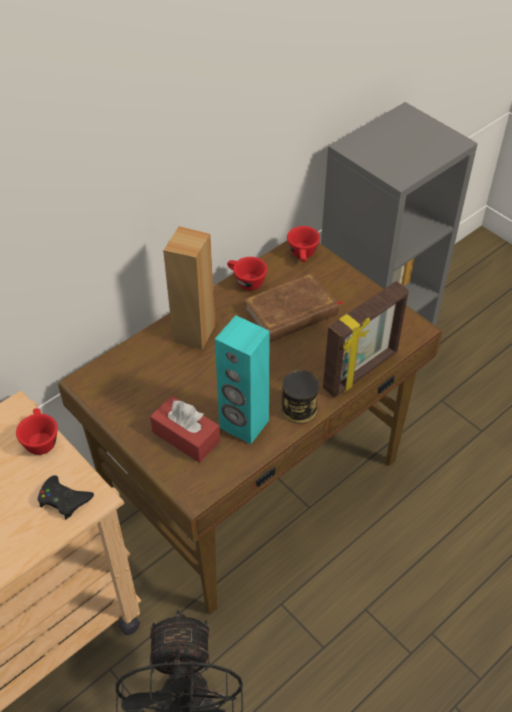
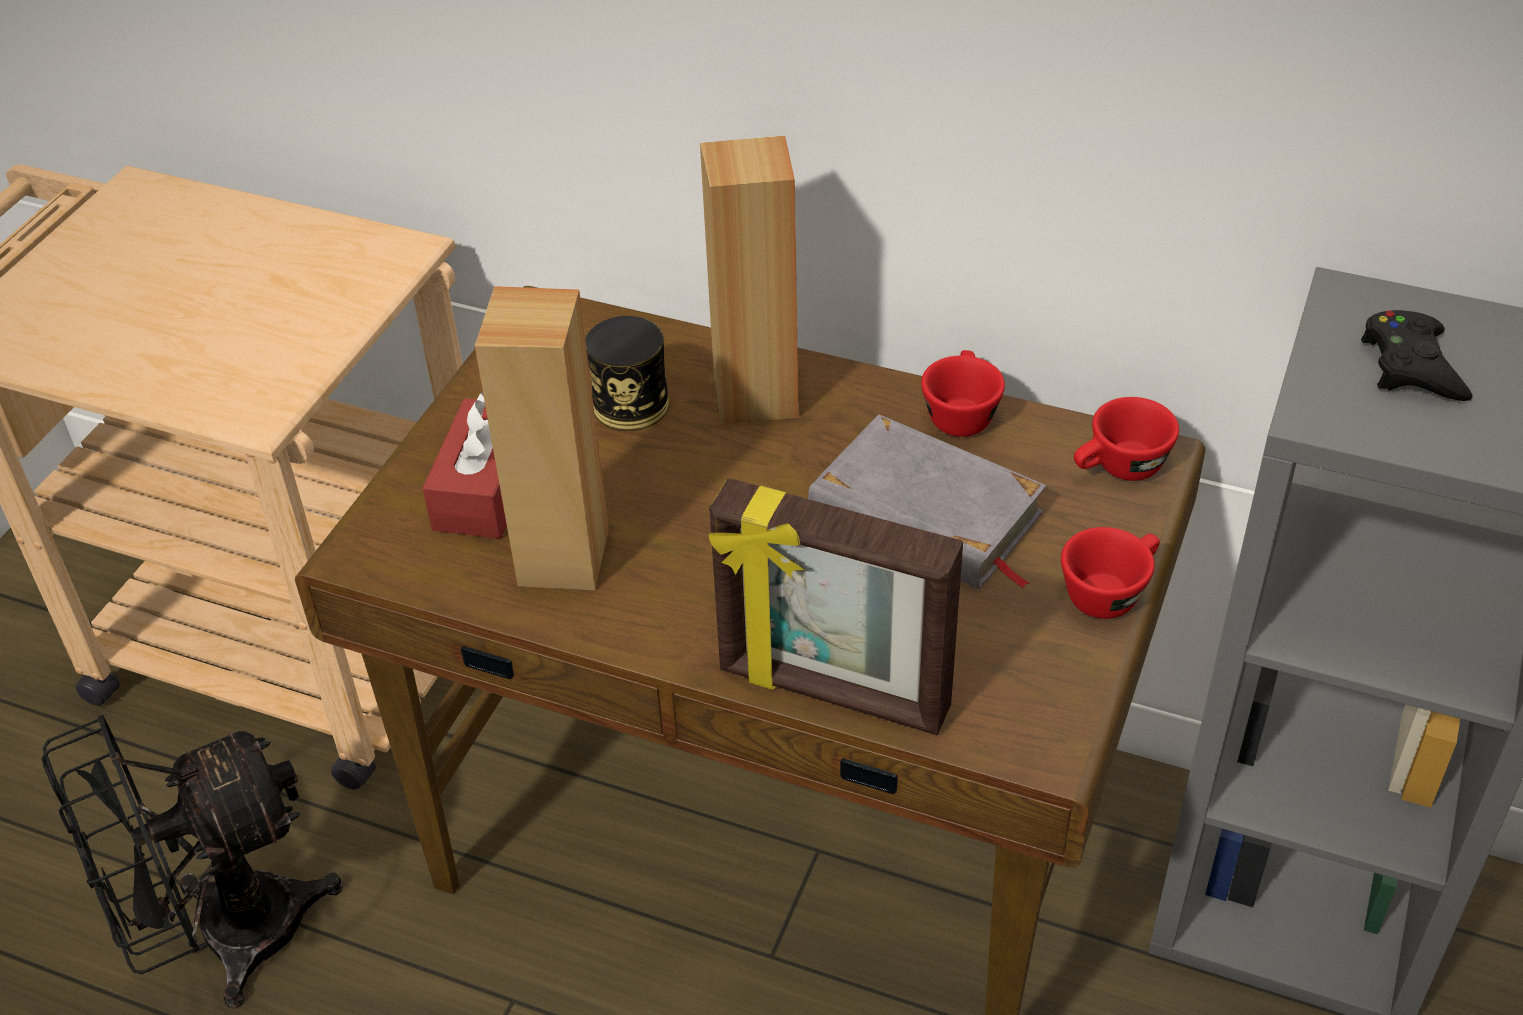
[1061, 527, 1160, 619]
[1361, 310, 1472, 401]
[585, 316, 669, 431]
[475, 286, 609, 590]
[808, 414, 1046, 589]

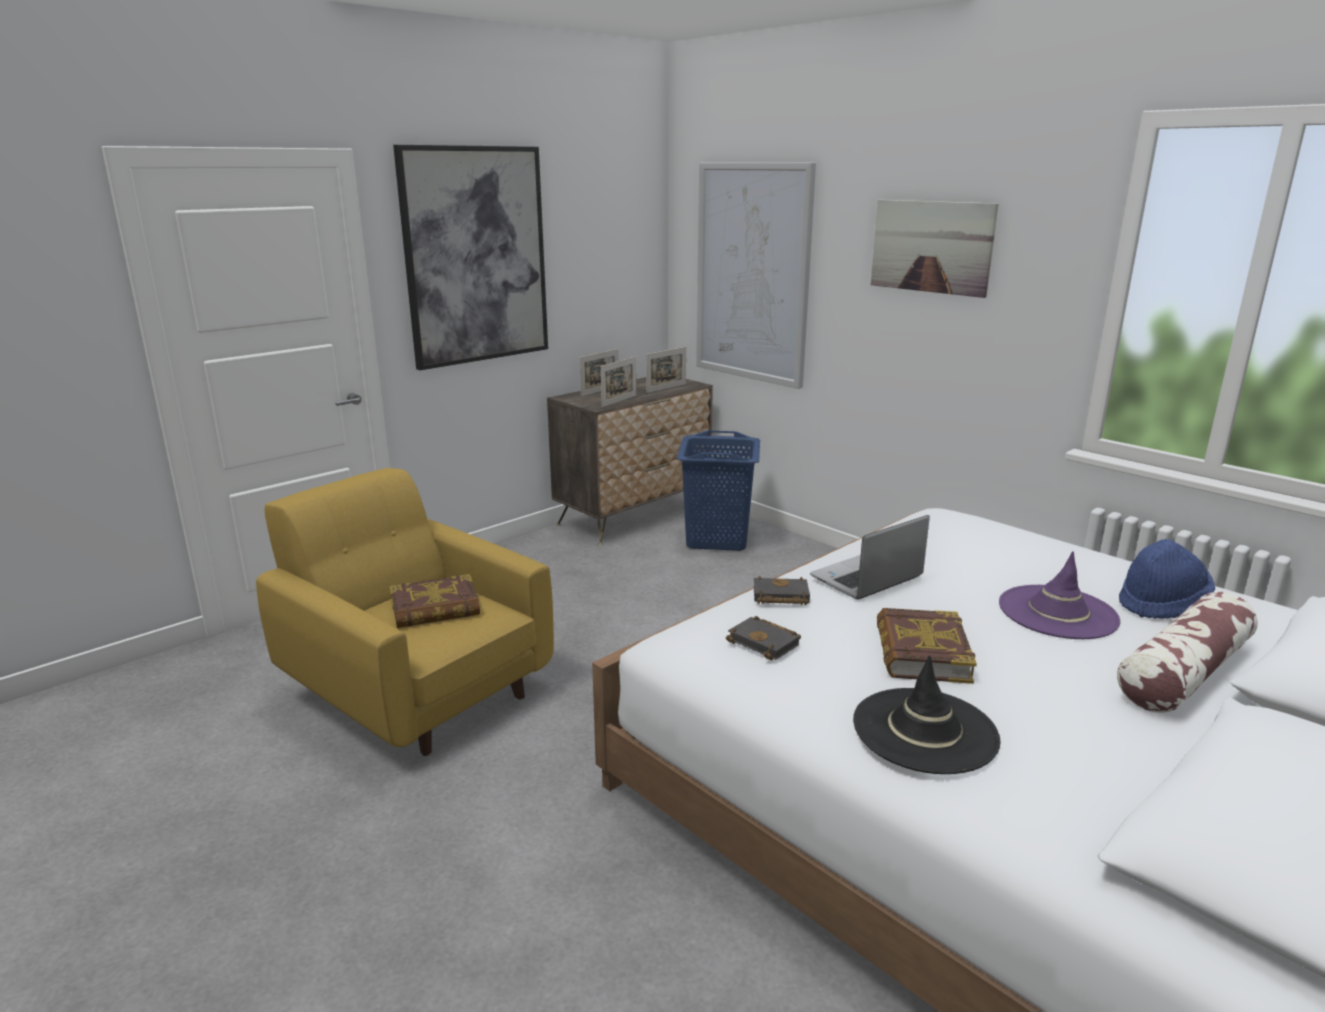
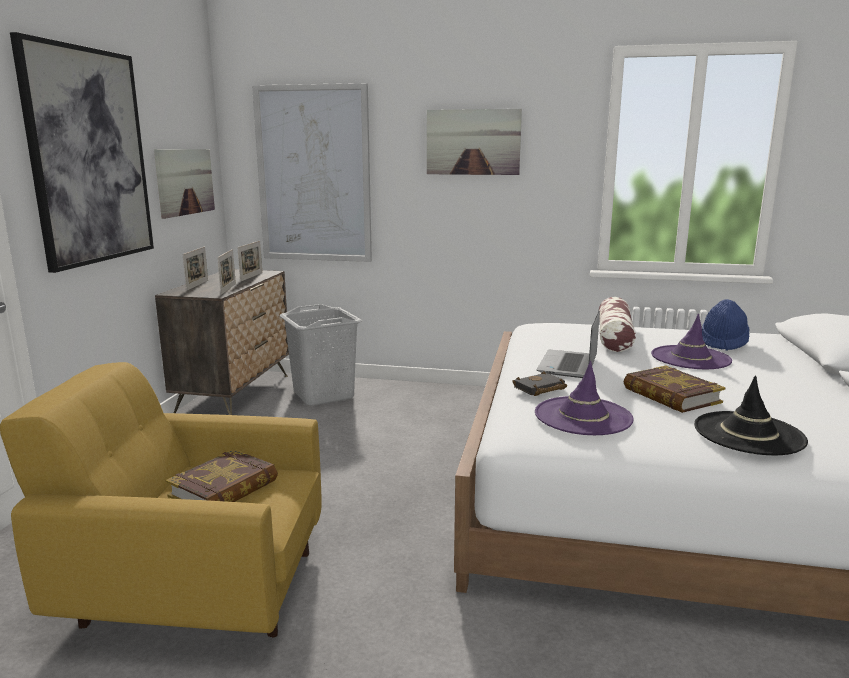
[154, 149, 215, 219]
[599, 297, 636, 352]
[535, 361, 634, 435]
[279, 304, 362, 406]

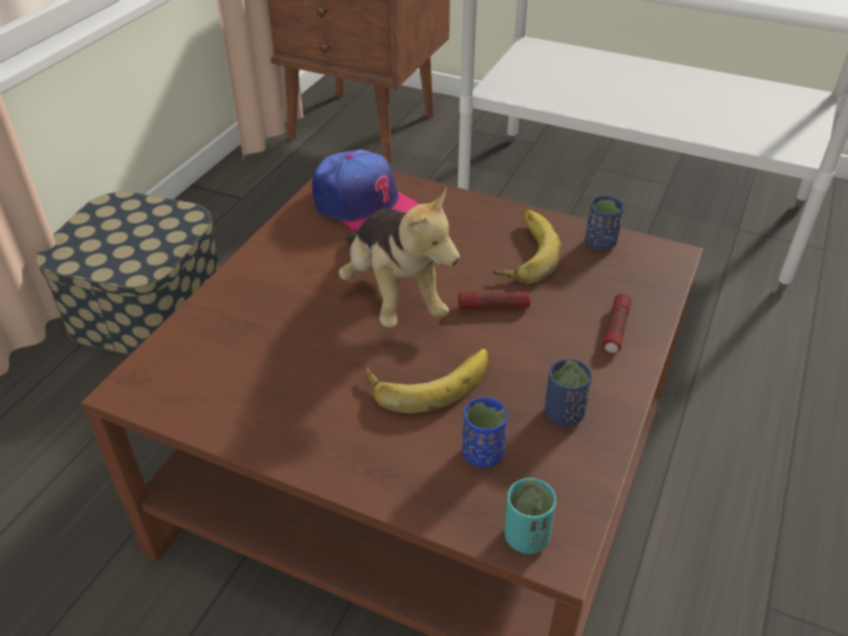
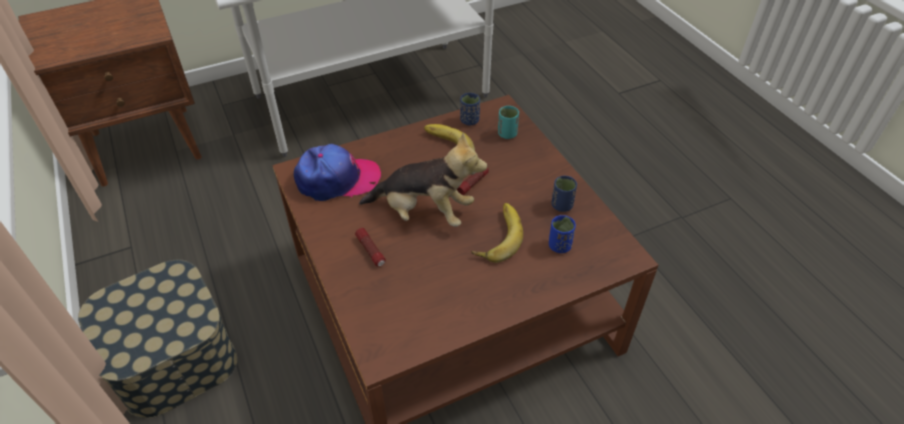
[498, 106, 519, 139]
[355, 228, 386, 267]

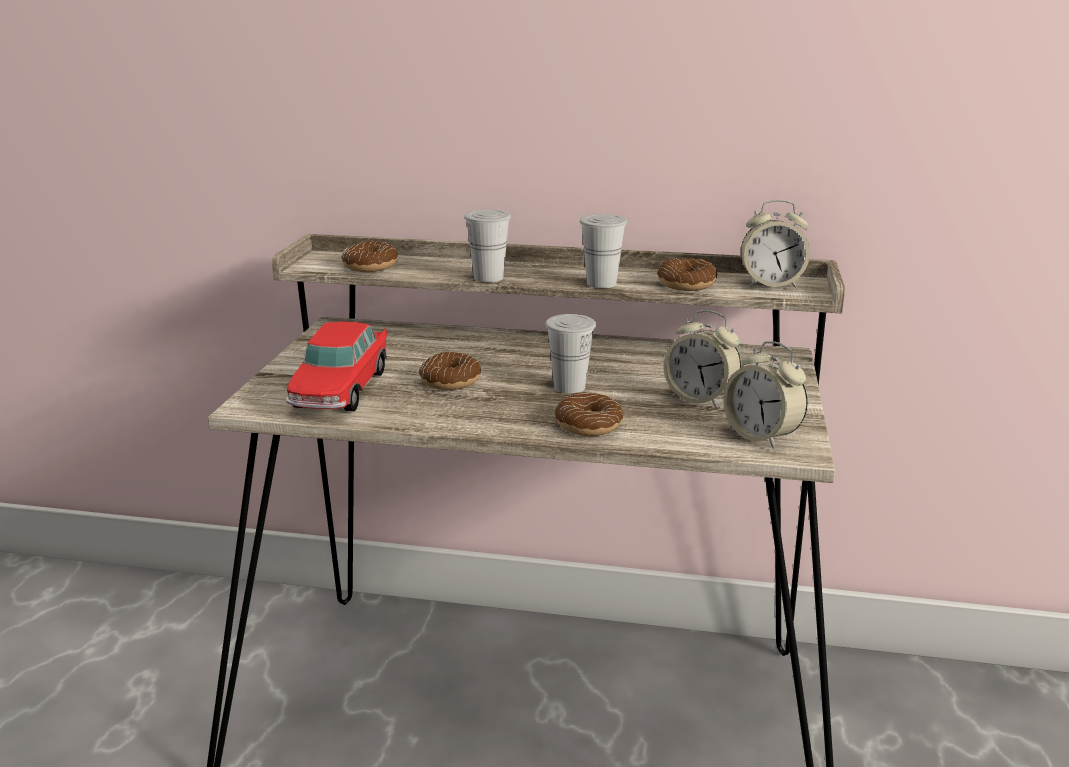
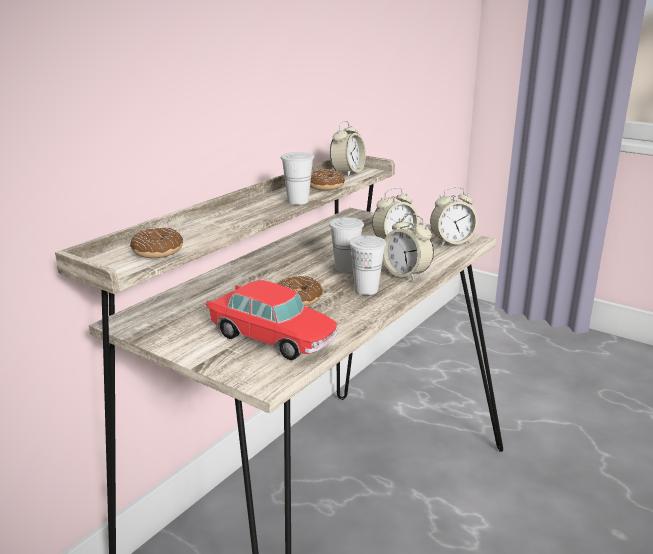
[349, 236, 387, 295]
[383, 213, 434, 281]

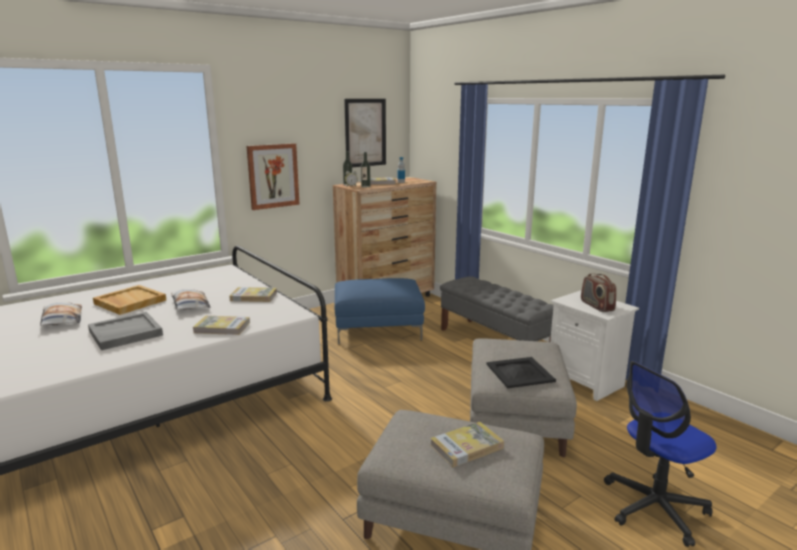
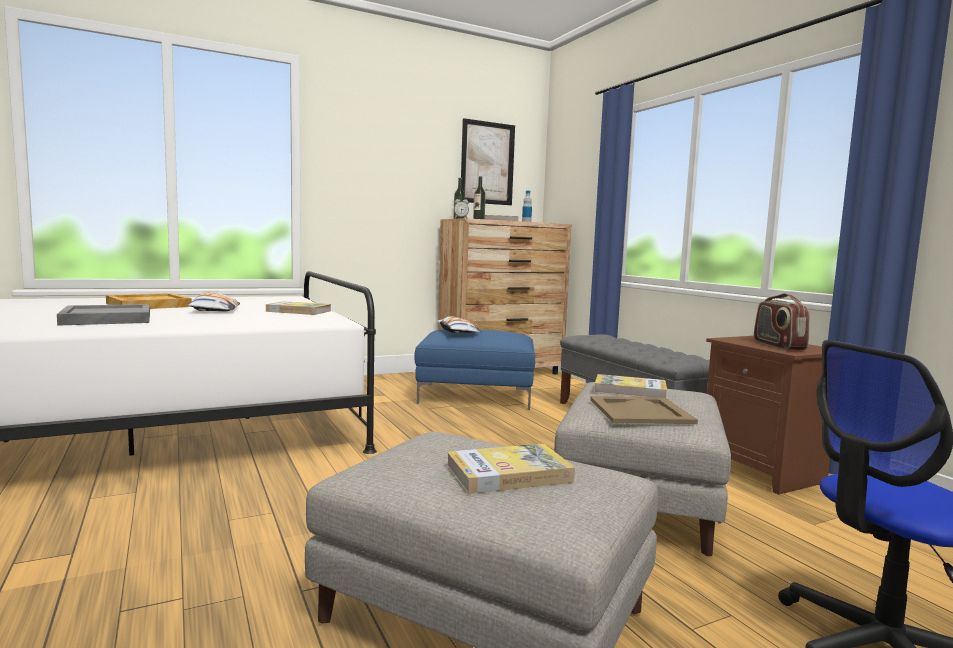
[246, 143, 300, 210] (first image)
[436, 317, 482, 333]
[594, 374, 667, 398]
[590, 396, 698, 424]
[706, 336, 830, 495]

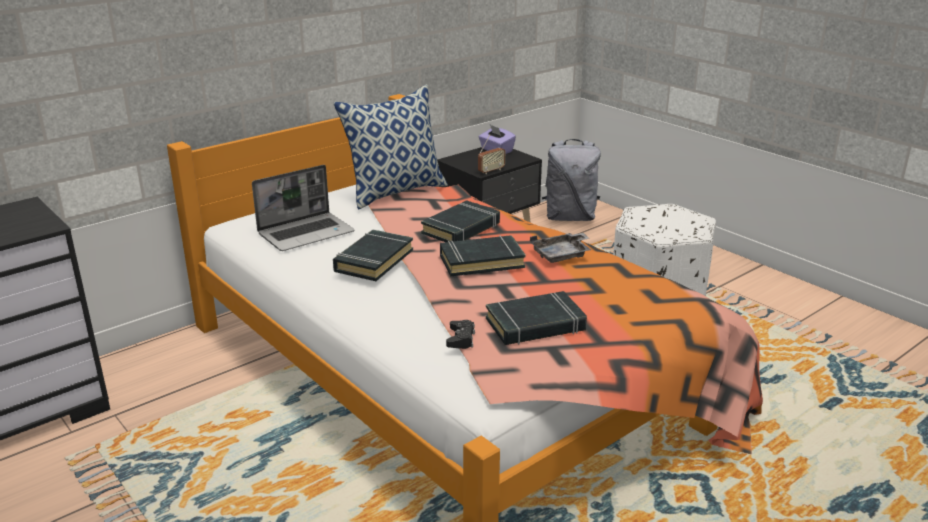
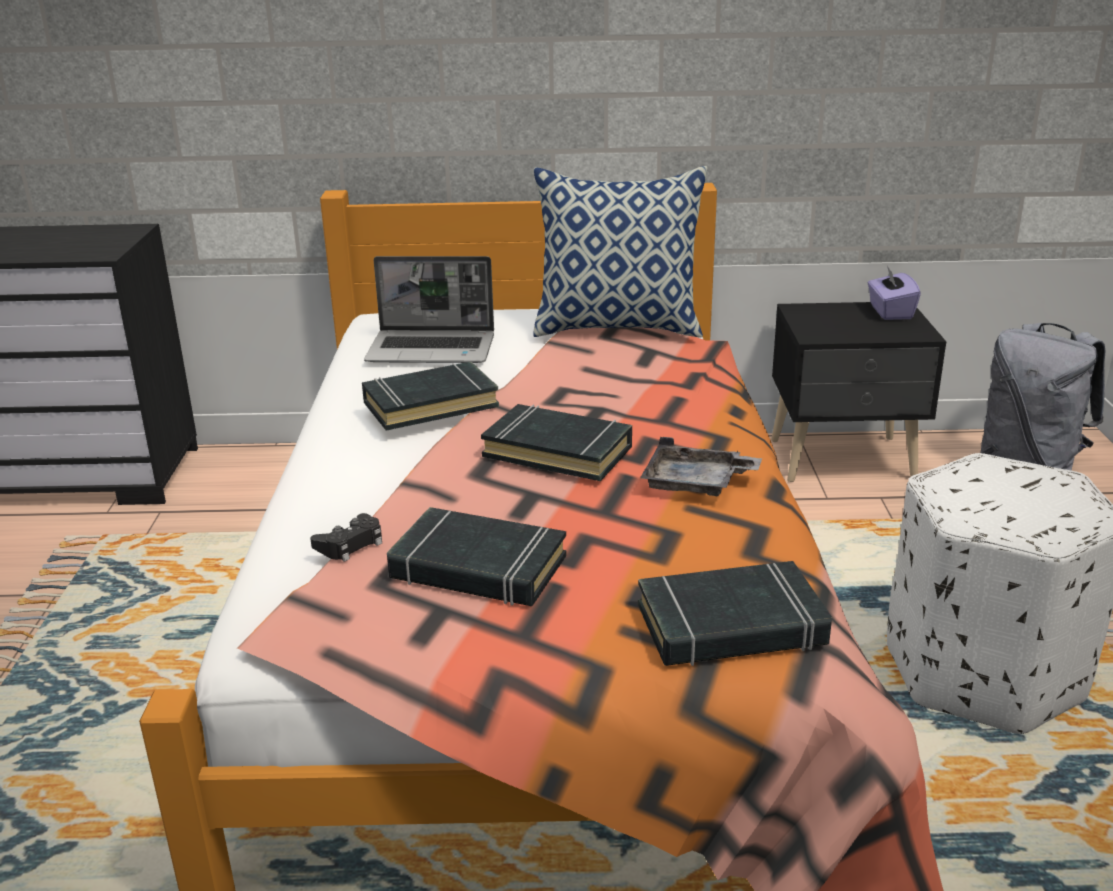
[478, 135, 505, 174] (first image)
[638, 561, 832, 666]

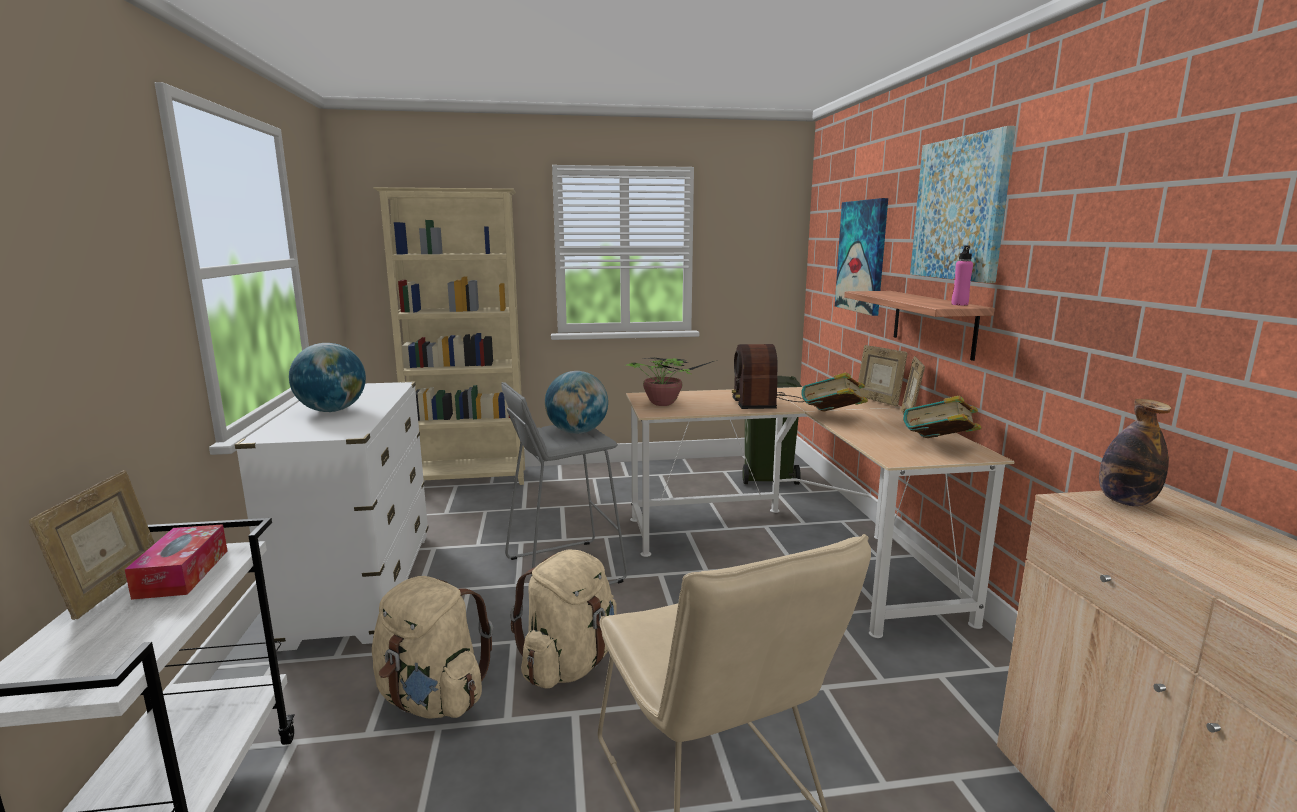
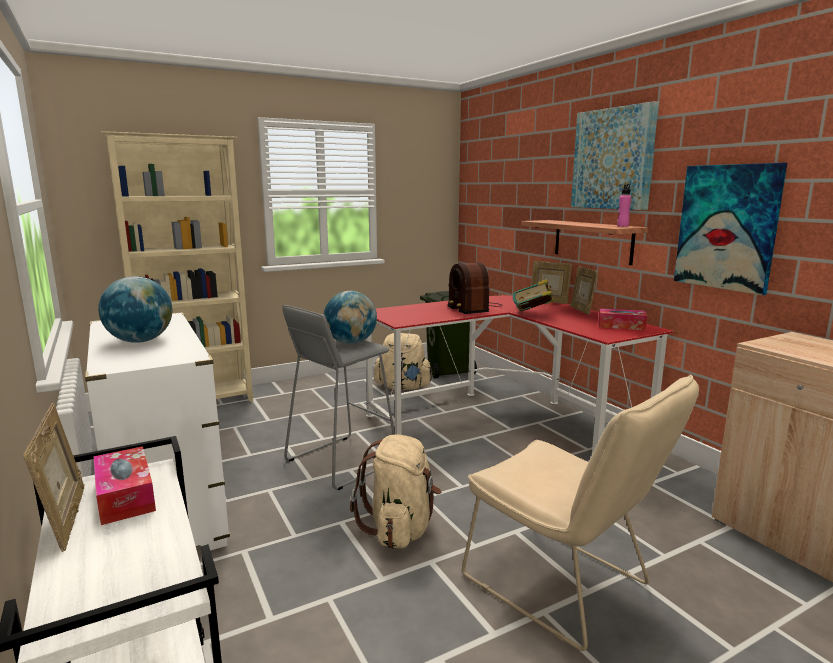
[626, 357, 717, 406] (first image)
[1099, 399, 1171, 506] (first image)
[374, 333, 433, 390]
[674, 163, 787, 295]
[598, 308, 647, 331]
[365, 296, 674, 454]

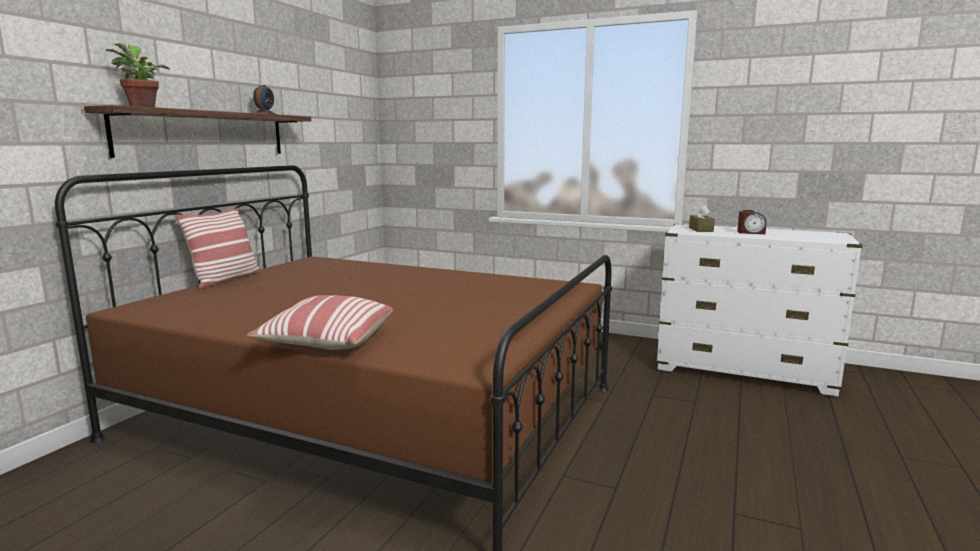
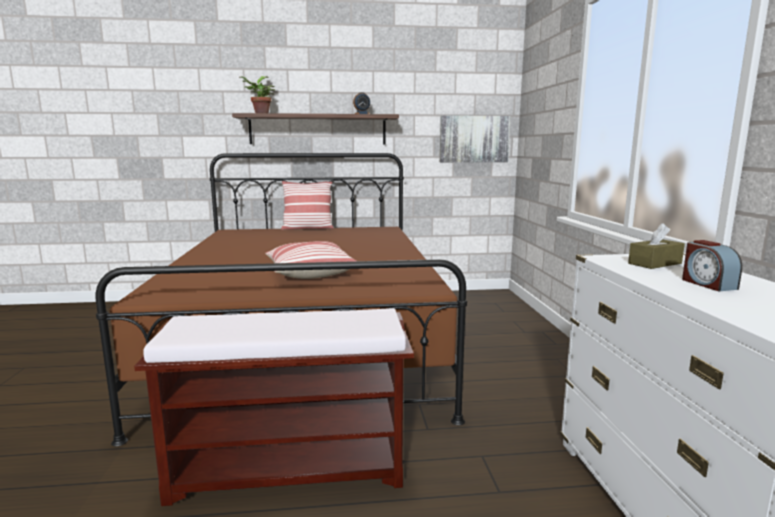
[134, 308, 414, 506]
[440, 115, 511, 162]
[265, 241, 356, 279]

